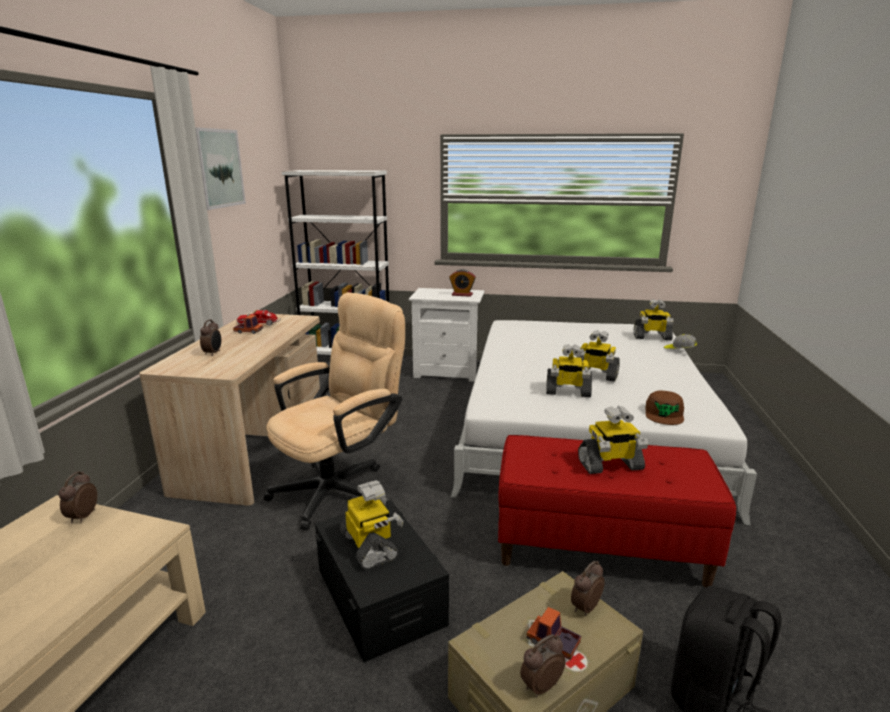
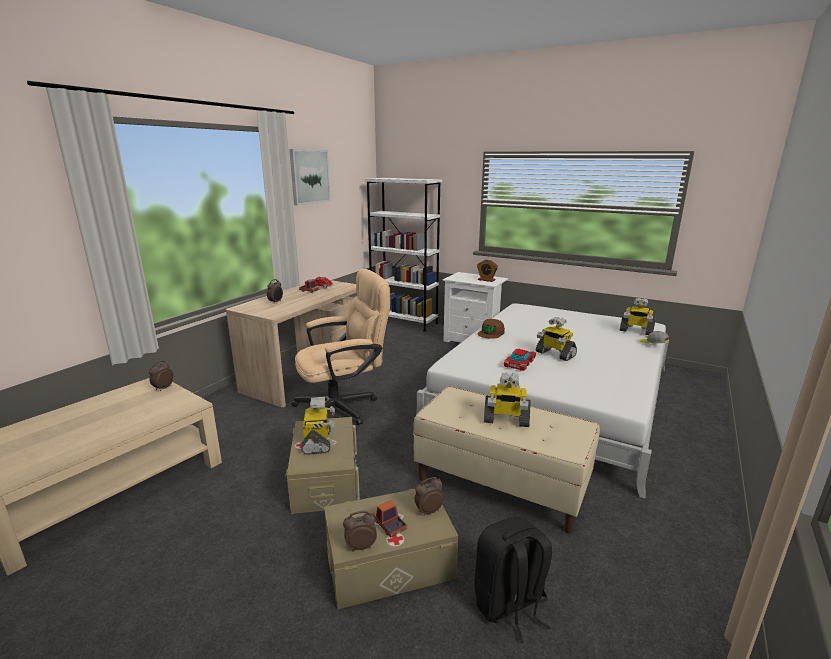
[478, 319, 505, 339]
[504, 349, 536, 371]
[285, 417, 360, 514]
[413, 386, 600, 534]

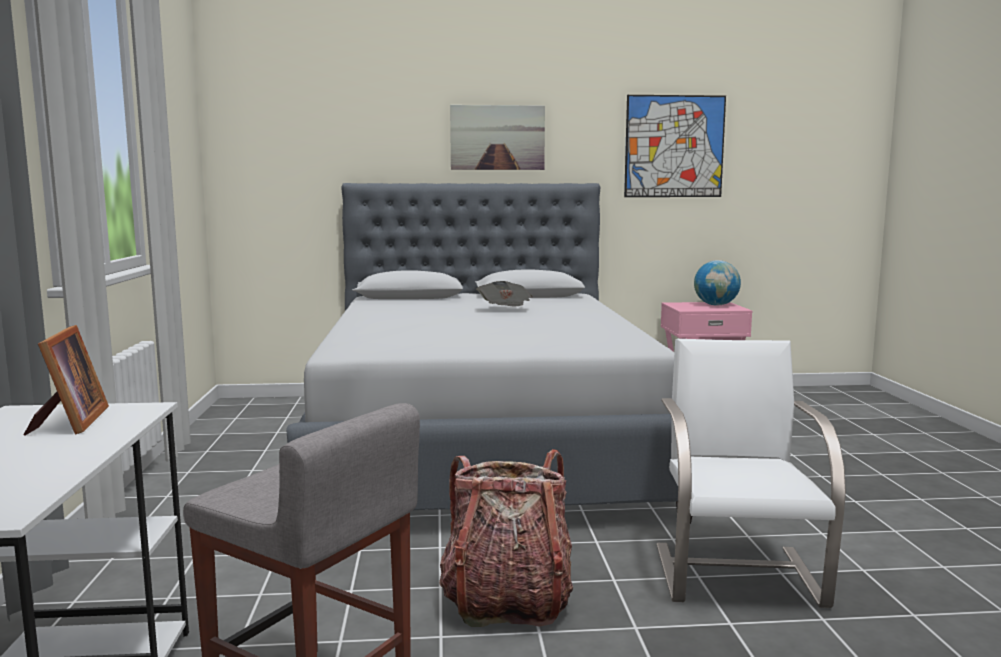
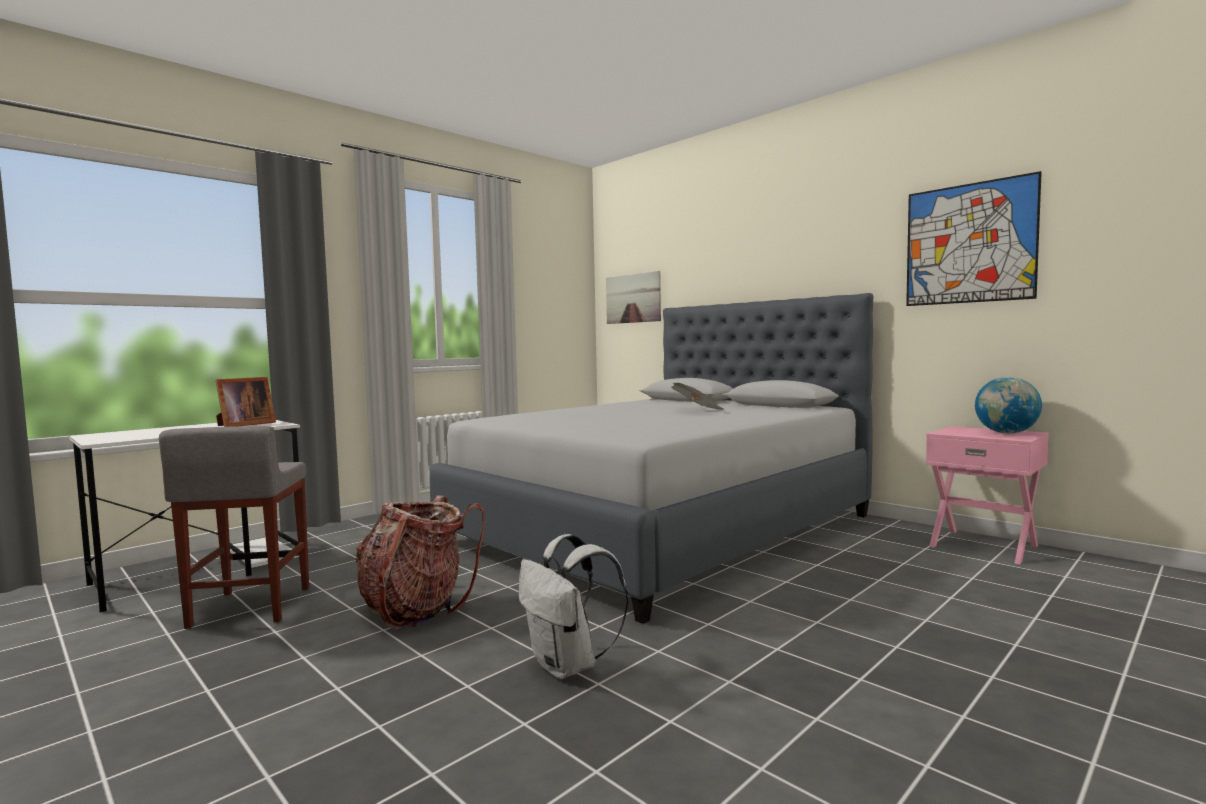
[606, 271, 661, 324]
[519, 534, 628, 679]

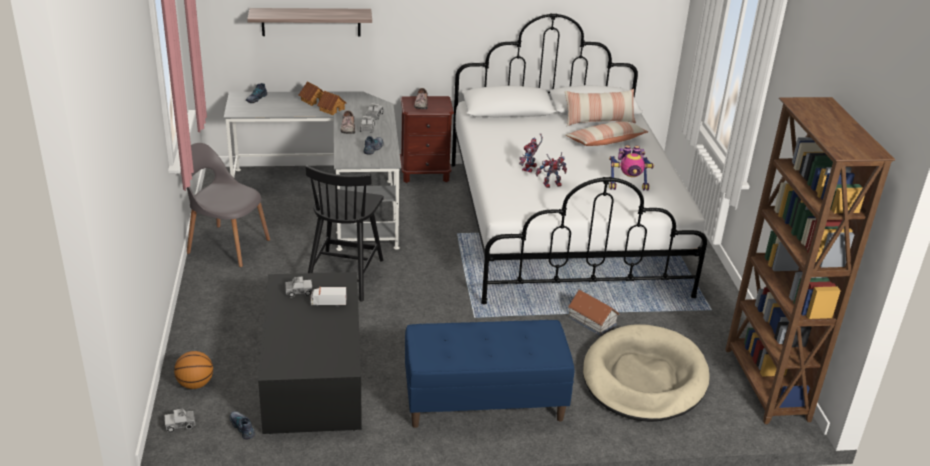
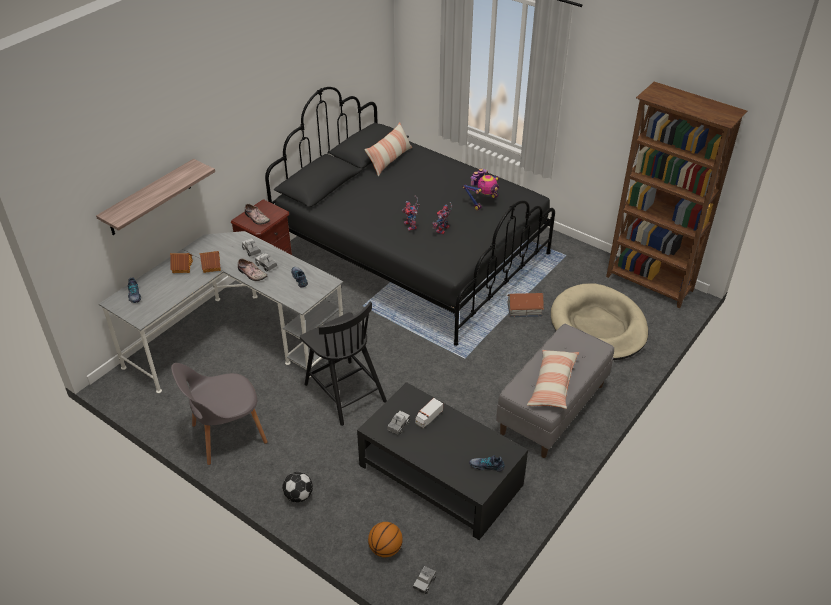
[282, 472, 313, 503]
[469, 455, 505, 472]
[527, 350, 579, 409]
[496, 324, 614, 458]
[265, 87, 555, 346]

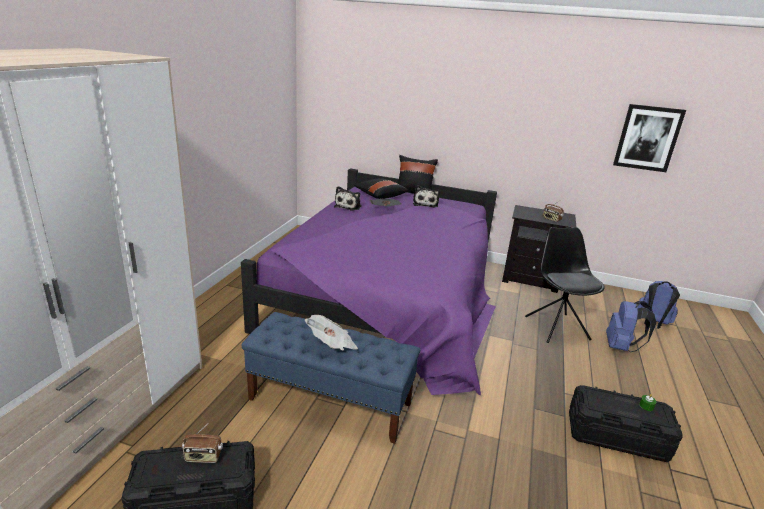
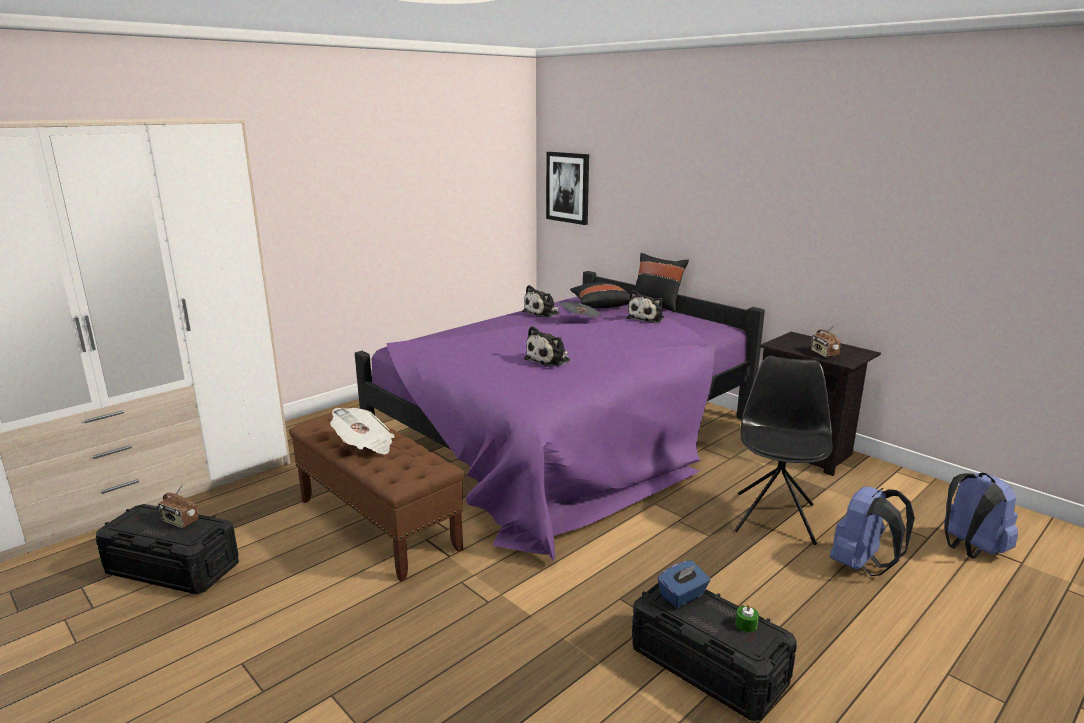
[524, 326, 570, 367]
[658, 560, 710, 607]
[546, 152, 589, 225]
[289, 413, 464, 582]

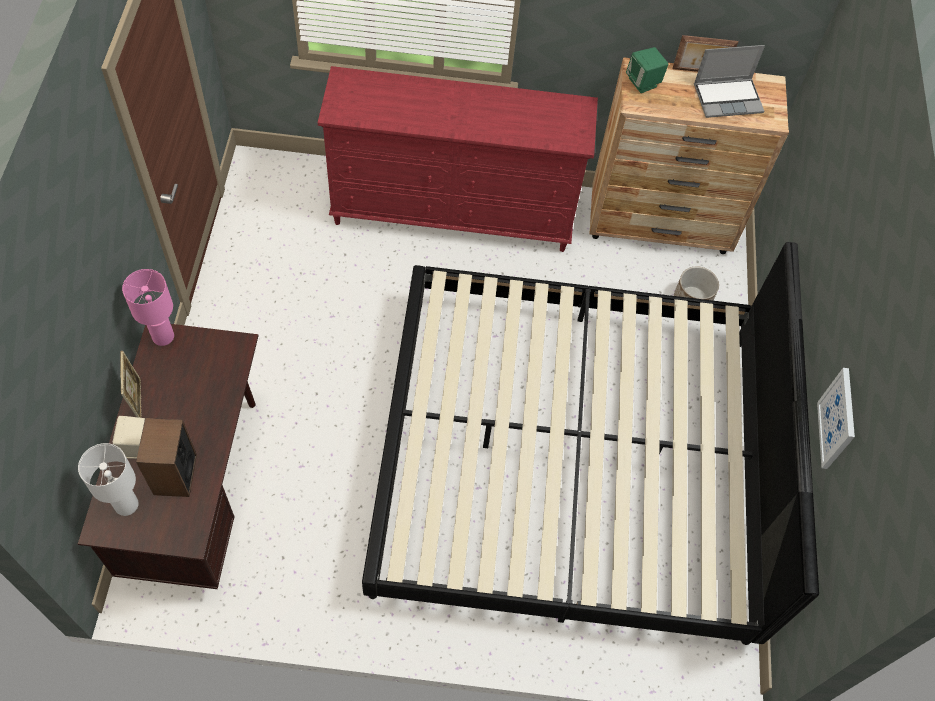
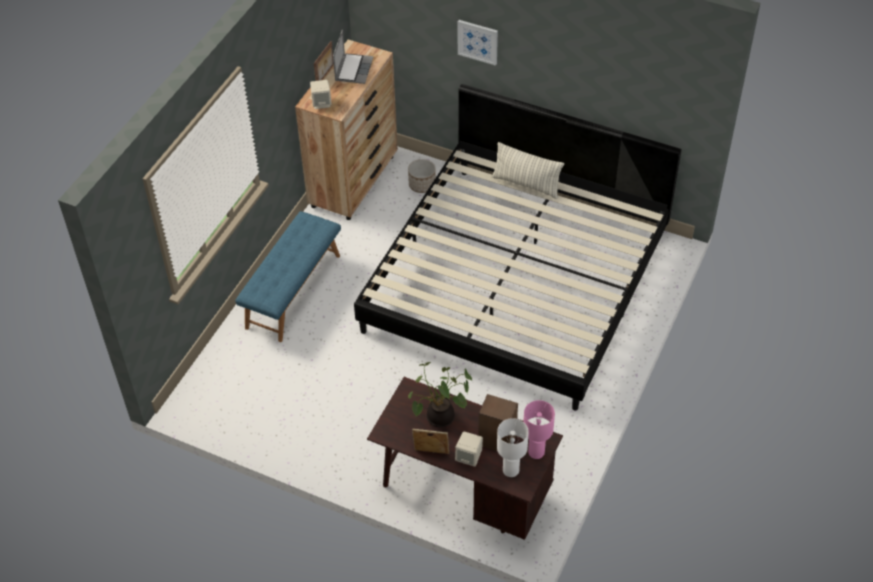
[408, 362, 472, 427]
[492, 142, 564, 199]
[523, 400, 555, 459]
[458, 20, 498, 66]
[235, 211, 341, 342]
[310, 80, 332, 109]

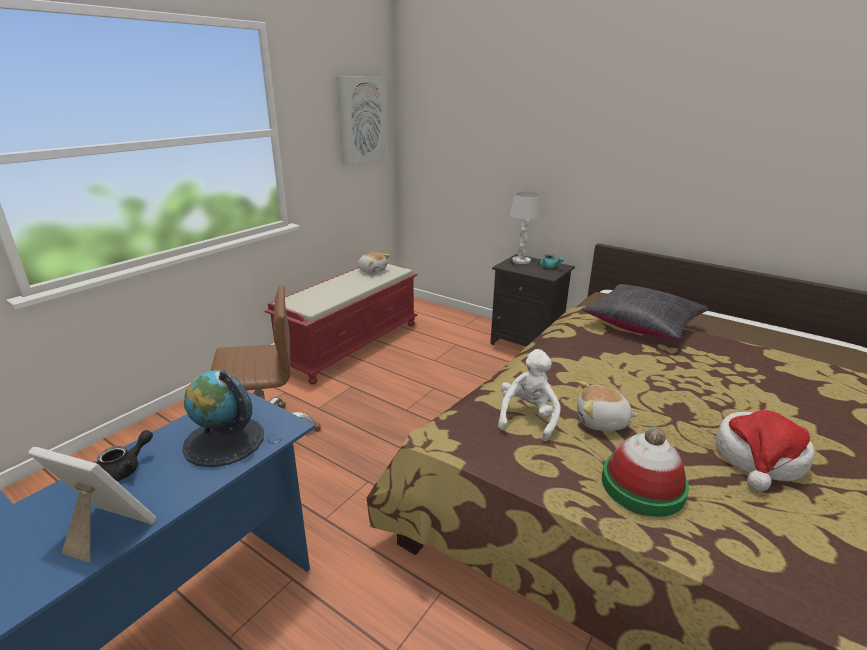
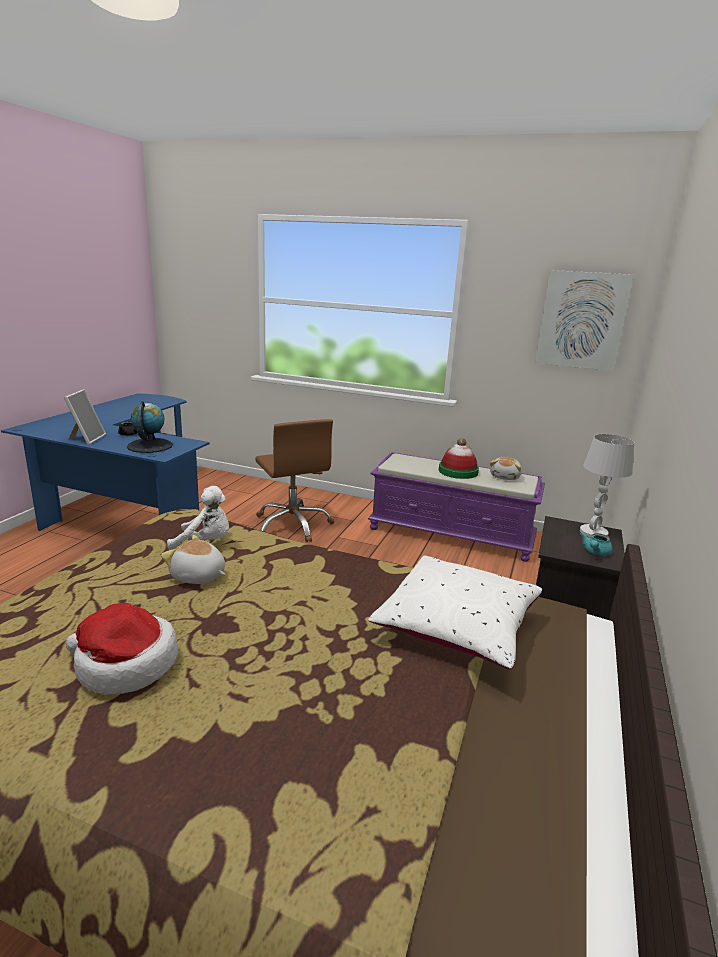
[439, 438, 479, 479]
[368, 452, 545, 562]
[368, 556, 542, 670]
[161, 535, 226, 584]

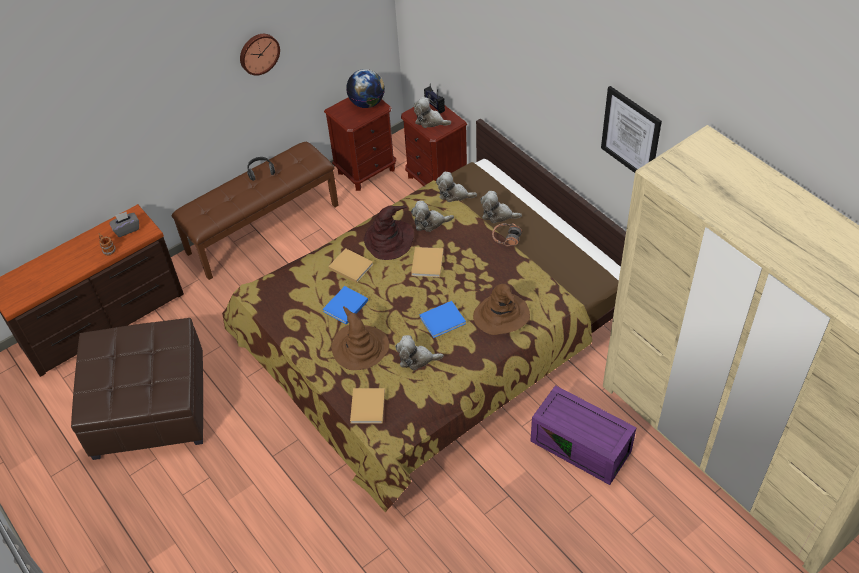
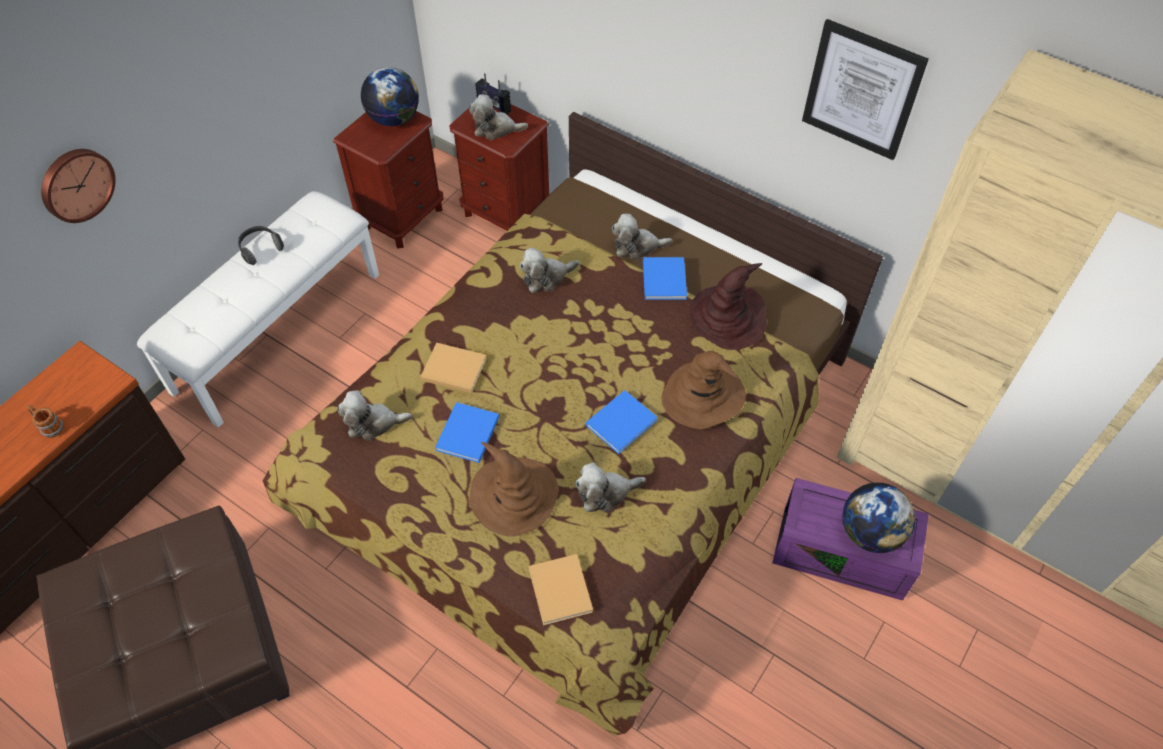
[109, 212, 139, 237] (first image)
[411, 247, 443, 277] (first image)
[842, 483, 915, 553]
[41, 149, 116, 223]
[690, 263, 767, 350]
[337, 390, 412, 441]
[643, 257, 687, 300]
[137, 191, 379, 428]

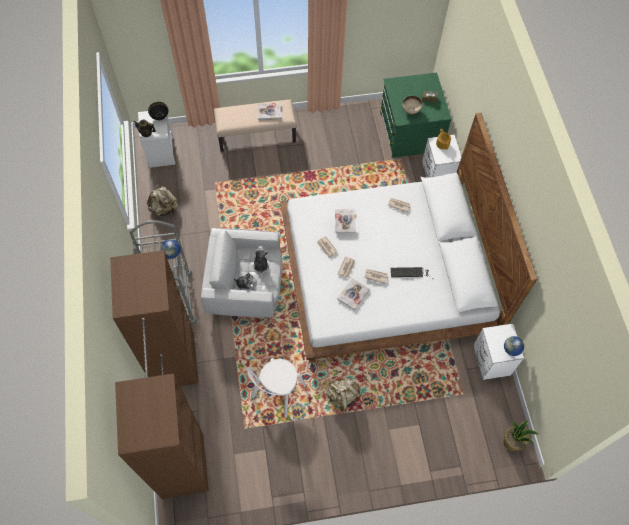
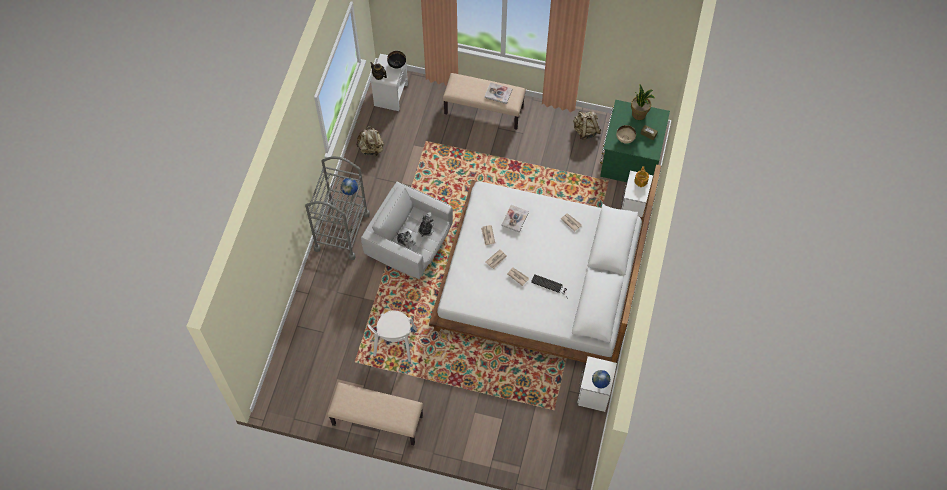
[110, 250, 209, 499] (first image)
[337, 278, 370, 310] (first image)
[327, 382, 423, 445]
[573, 111, 601, 140]
[631, 85, 655, 120]
[367, 310, 417, 362]

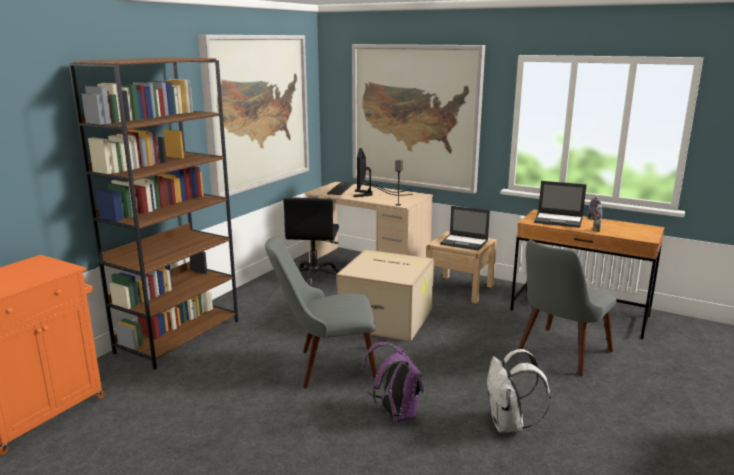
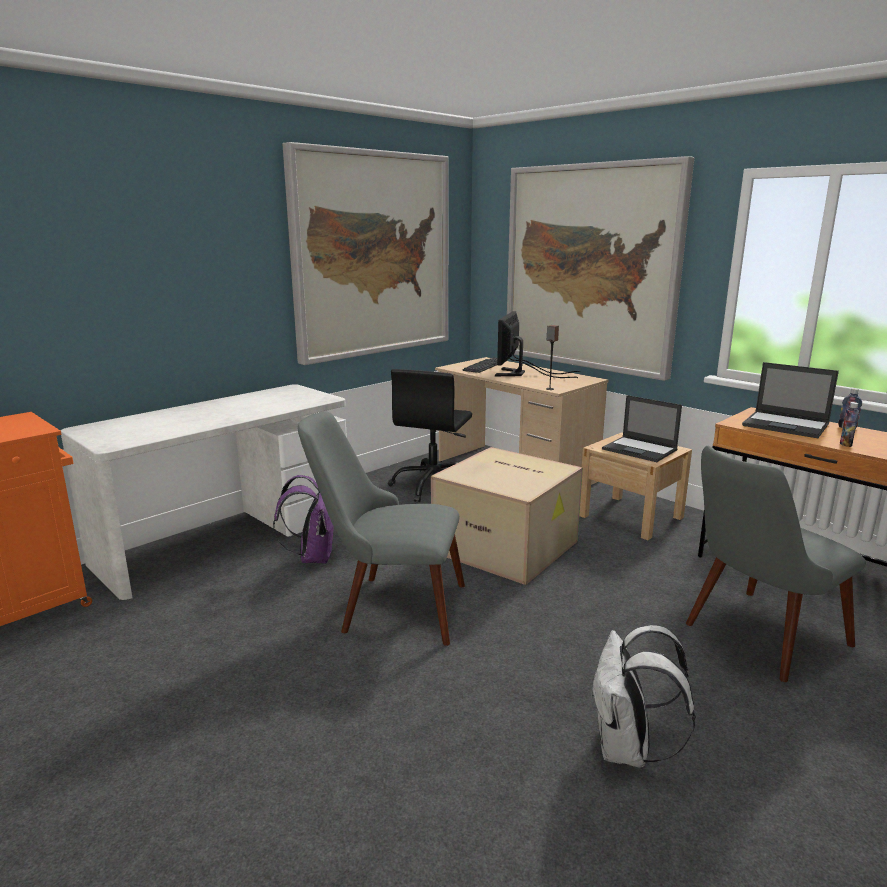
[273, 475, 334, 564]
[61, 384, 347, 600]

